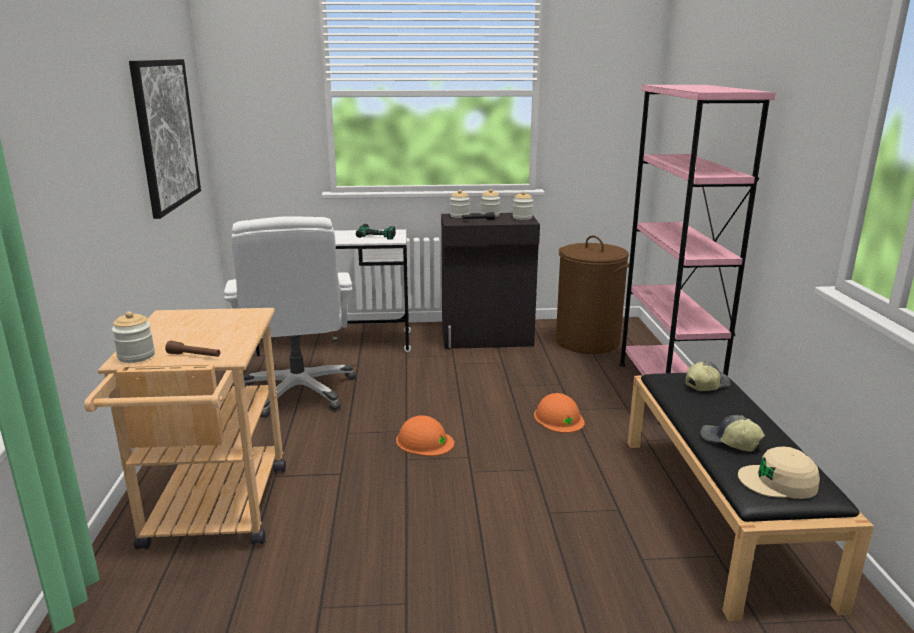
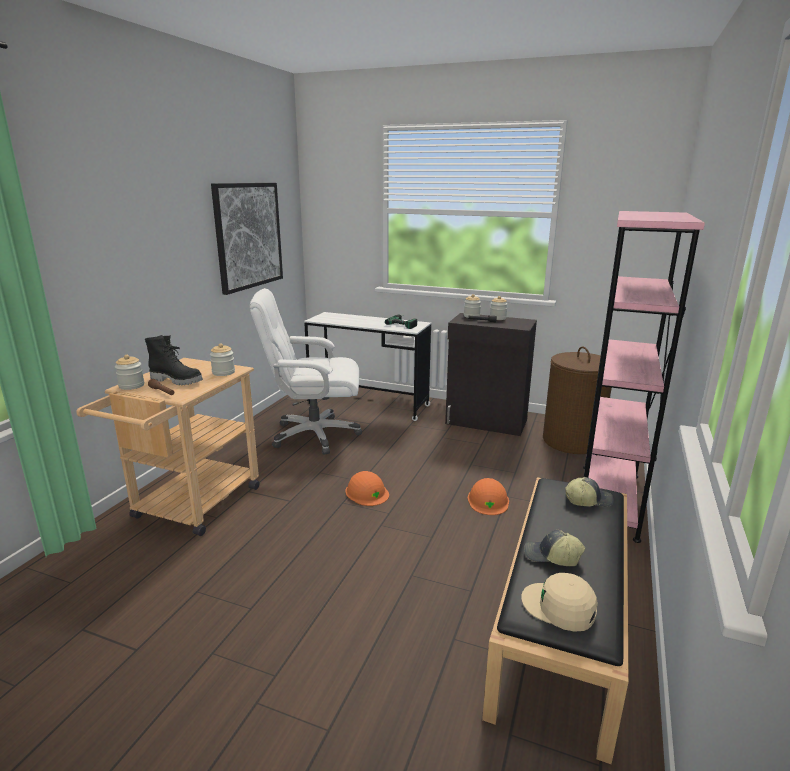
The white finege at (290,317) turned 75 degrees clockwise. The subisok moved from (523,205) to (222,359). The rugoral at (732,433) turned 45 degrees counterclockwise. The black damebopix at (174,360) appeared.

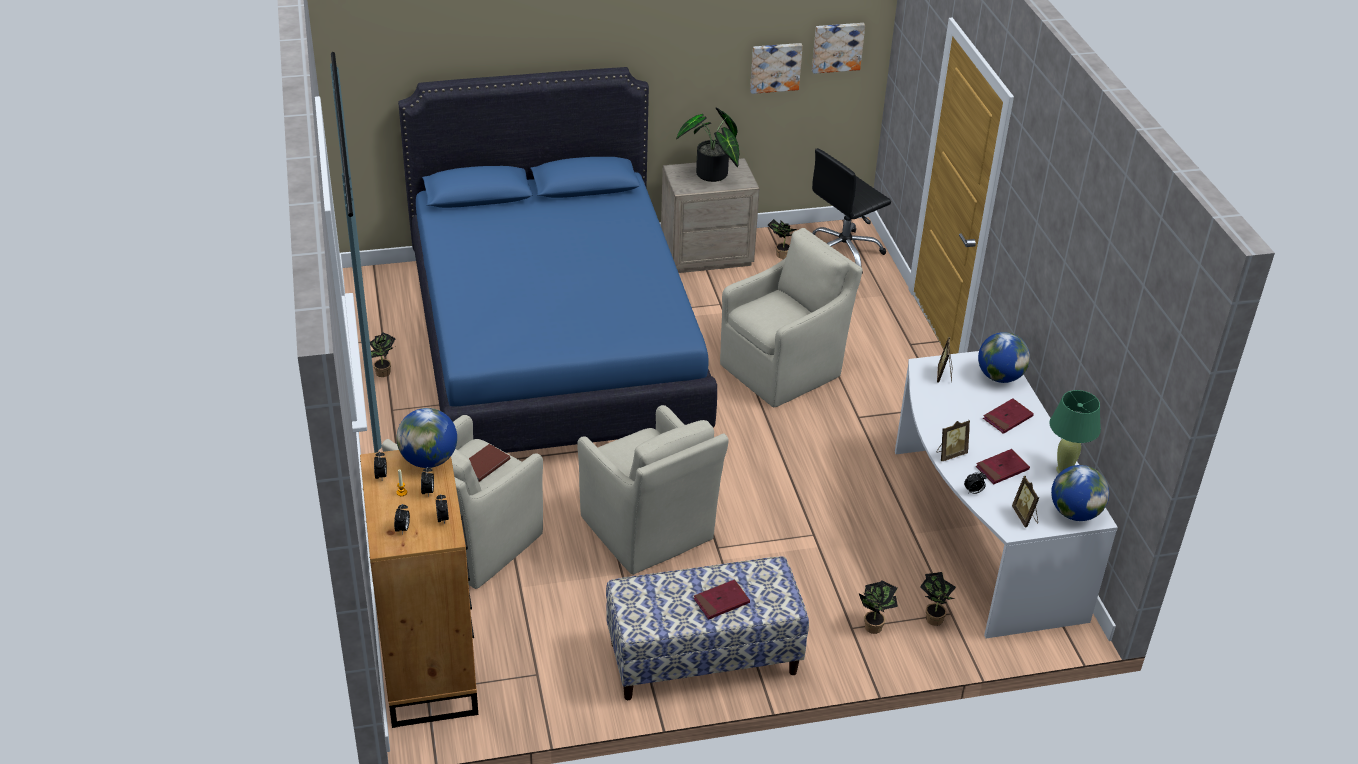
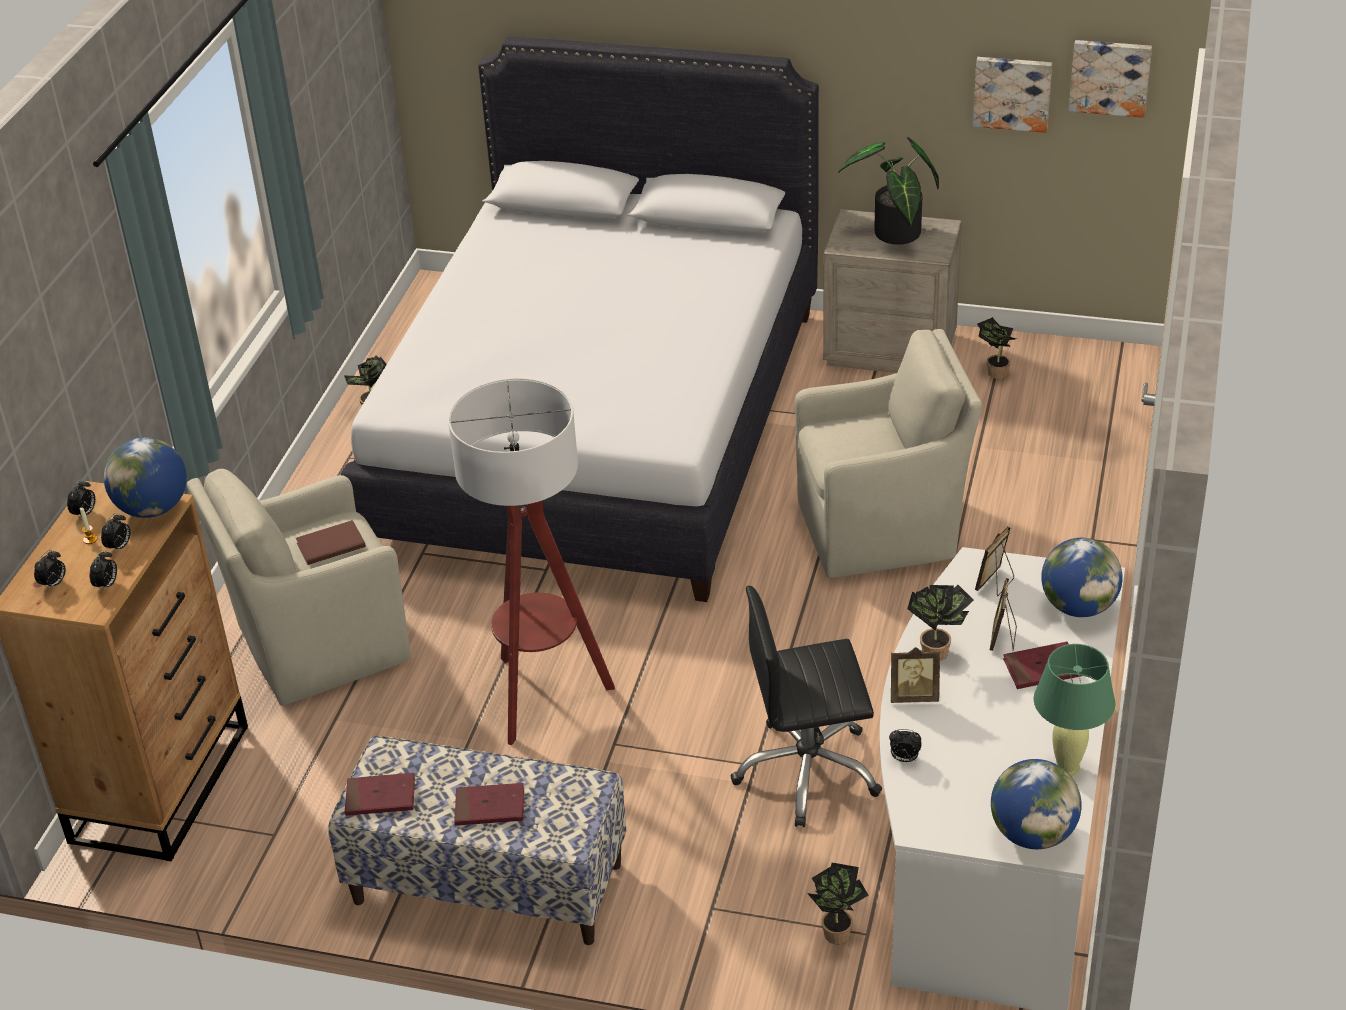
The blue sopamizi at (557,260) became the white sopamizi at (580,319). The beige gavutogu at (652,490) was replaced by the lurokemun at (531,561). The black finege moved from (851,211) to (806,706). The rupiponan moved from (878,607) to (940,623). The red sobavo moved from (1003,466) to (380,794). The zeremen moved from (1026,502) to (1003,614).

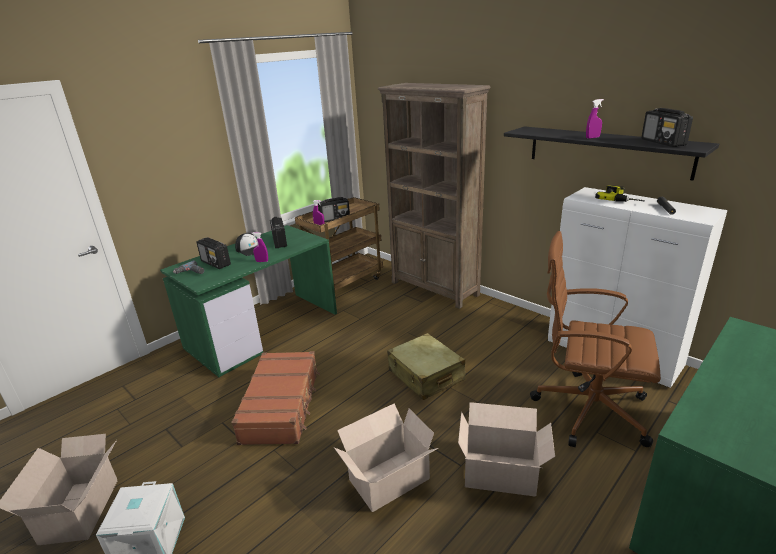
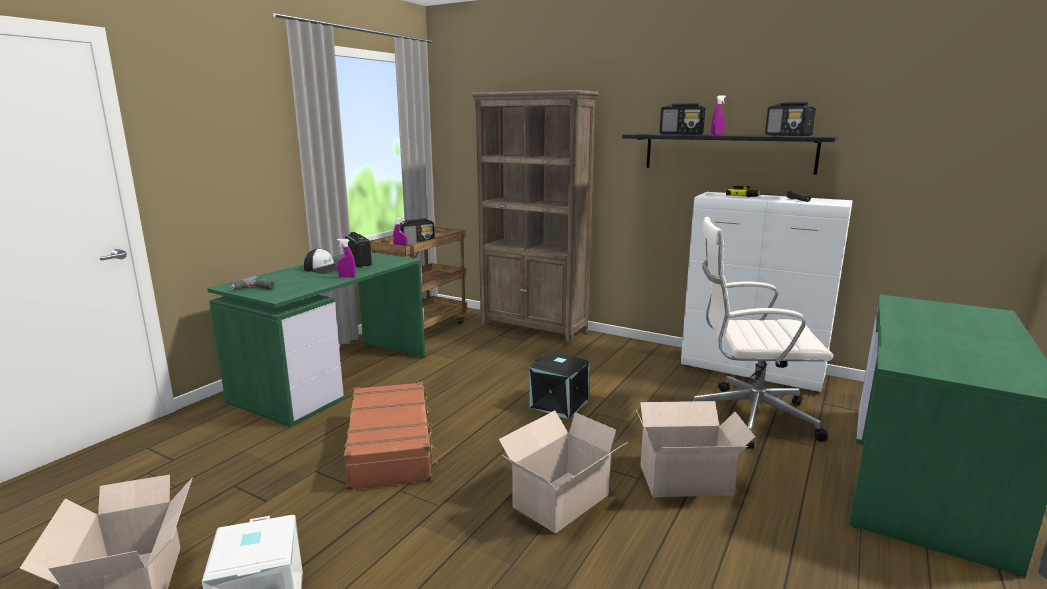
The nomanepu moved from (213,253) to (682,119). The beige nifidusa at (426,366) was replaced by the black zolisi at (560,385). The brown finege at (595,339) became the white finege at (763,333).

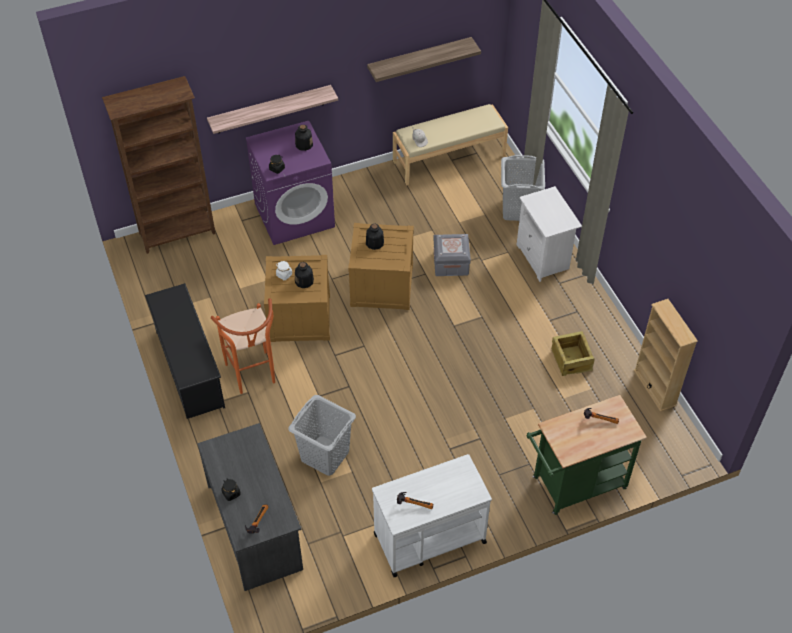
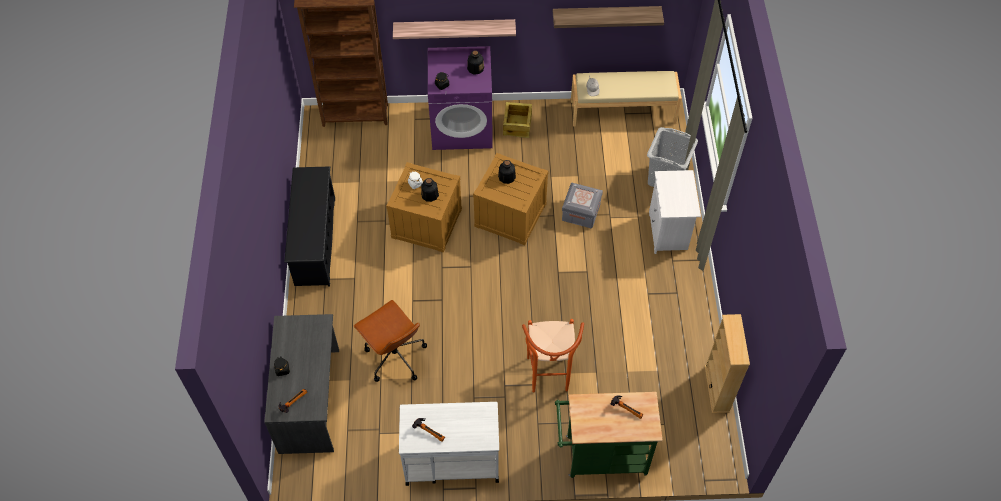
The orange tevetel moved from (243,346) to (553,356). The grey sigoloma at (322,435) was replaced by the brown finege at (390,341). The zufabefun moved from (573,353) to (517,120).

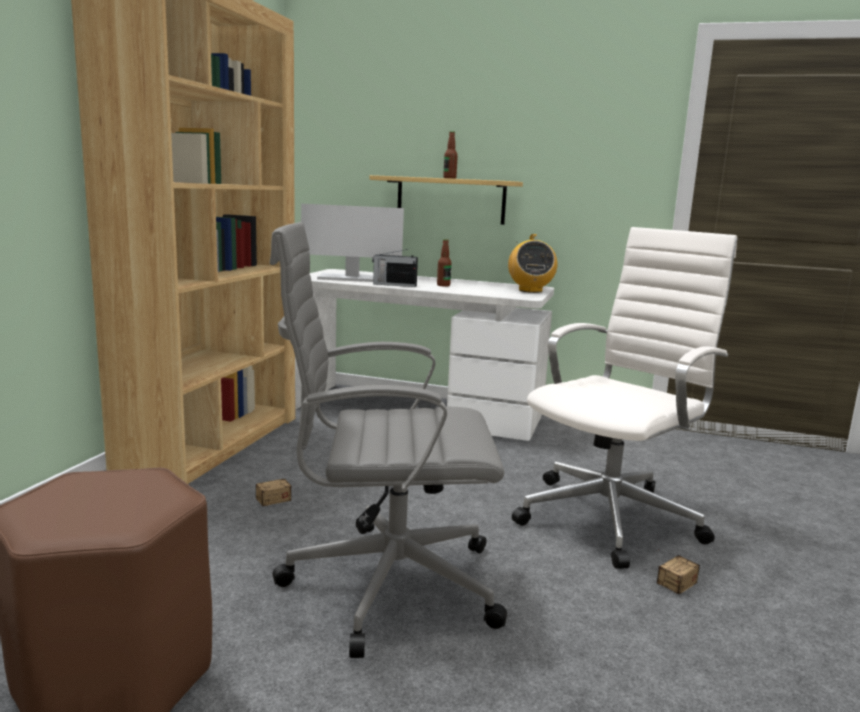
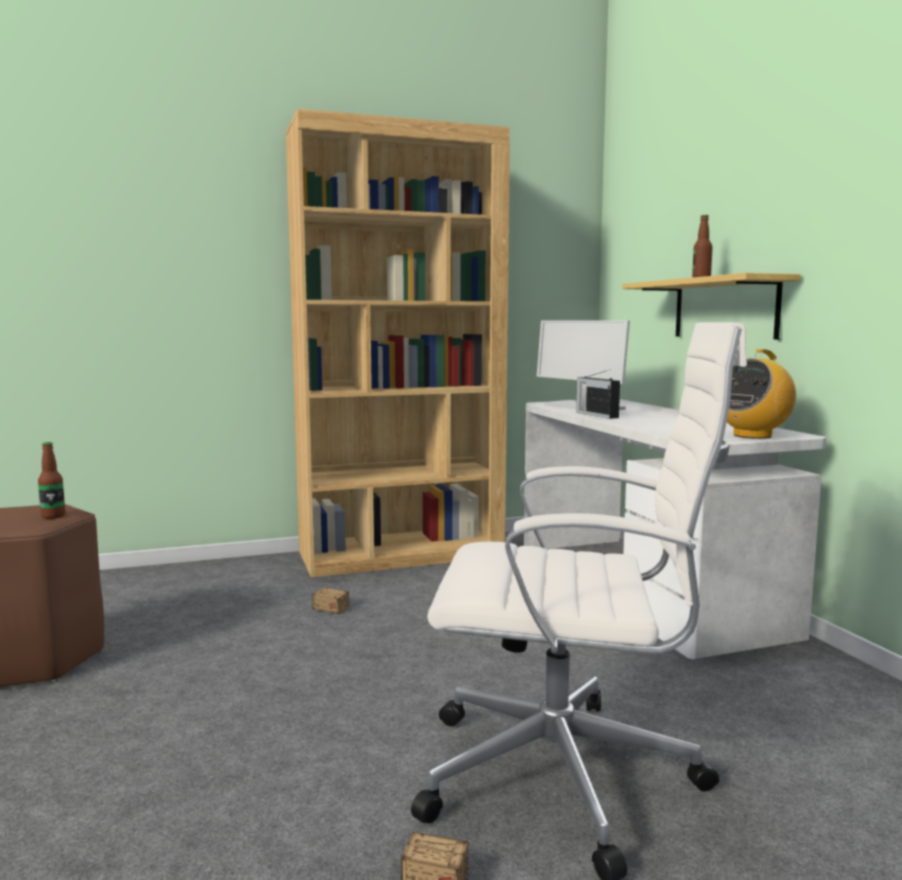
The grey finege at (388,440) disappeared. The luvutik moved from (444,263) to (51,480).

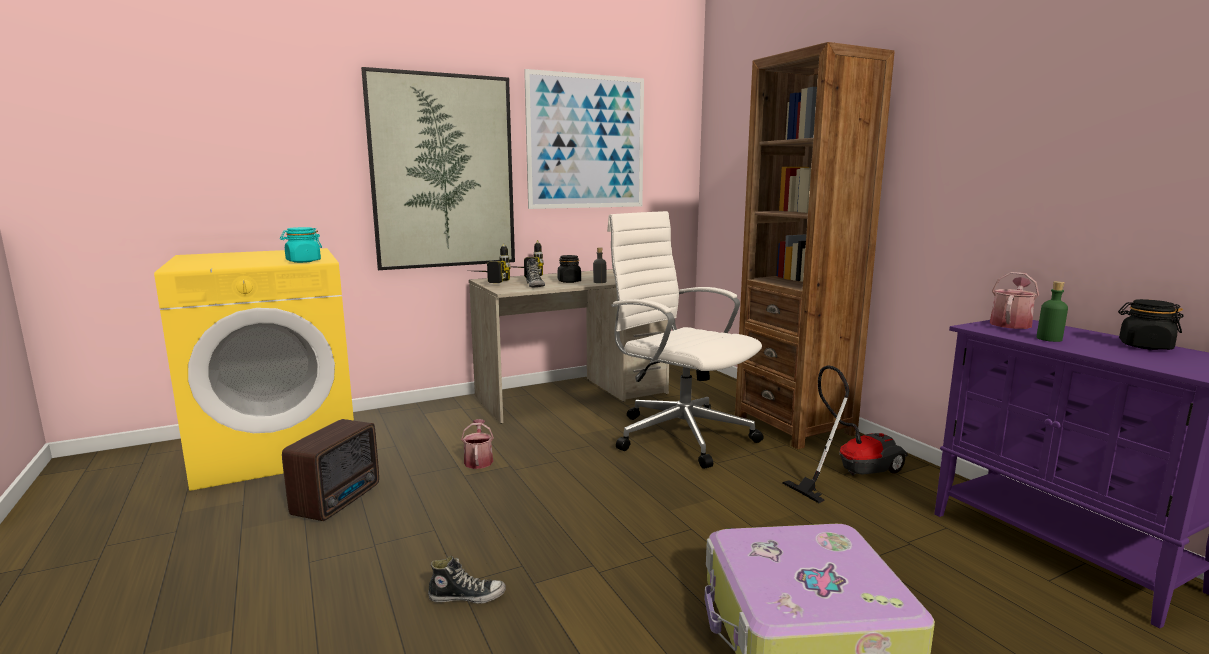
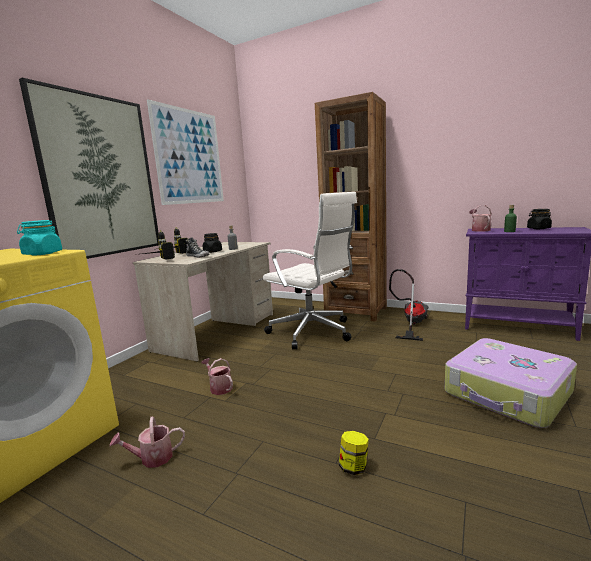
The nomanepu at (330,470) was replaced by the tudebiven at (147,442). The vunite at (467,580) was replaced by the subisok at (354,453). The white finege at (685,340) turned 150 degrees counterclockwise.

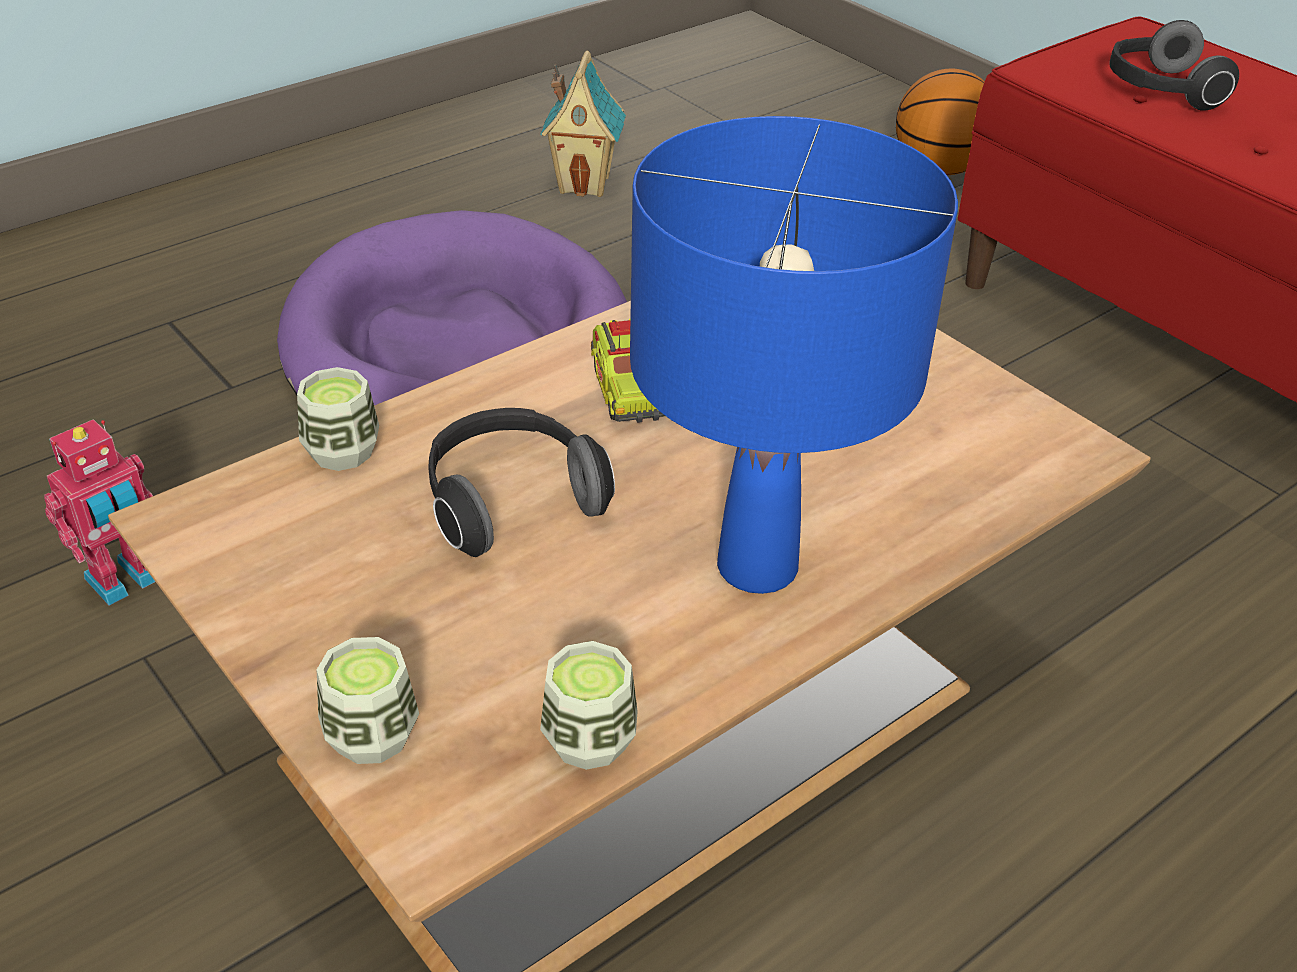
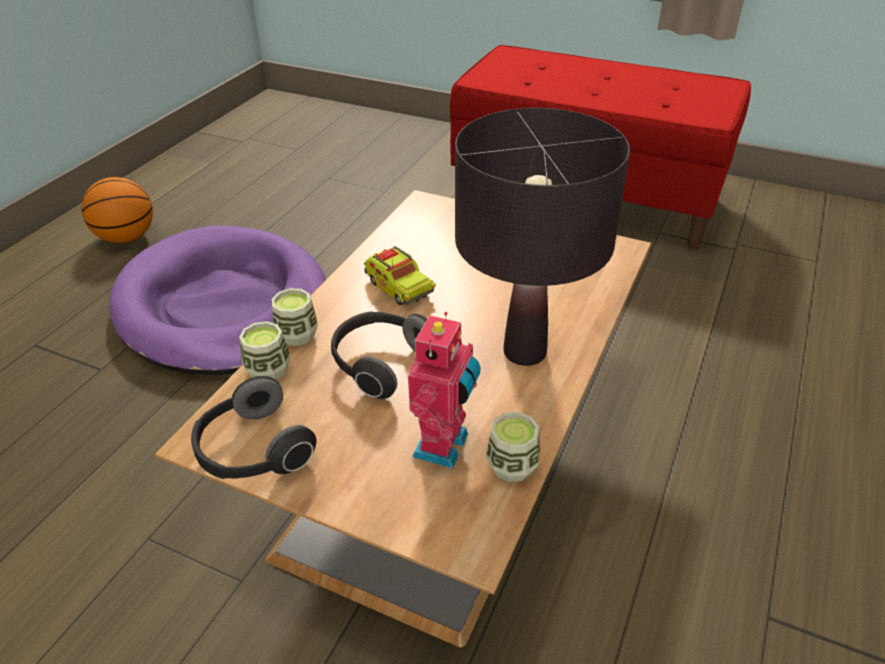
The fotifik moved from (99,512) to (444,390). The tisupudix moved from (368,700) to (295,317). The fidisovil at (583,124) disappeared. The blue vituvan at (794,355) became the black vituvan at (542,237). The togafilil moved from (940,122) to (117,210). The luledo moved from (1174,65) to (253,427).

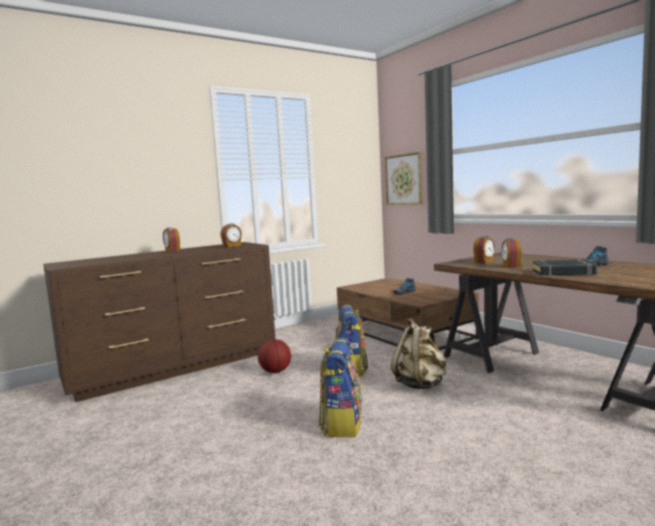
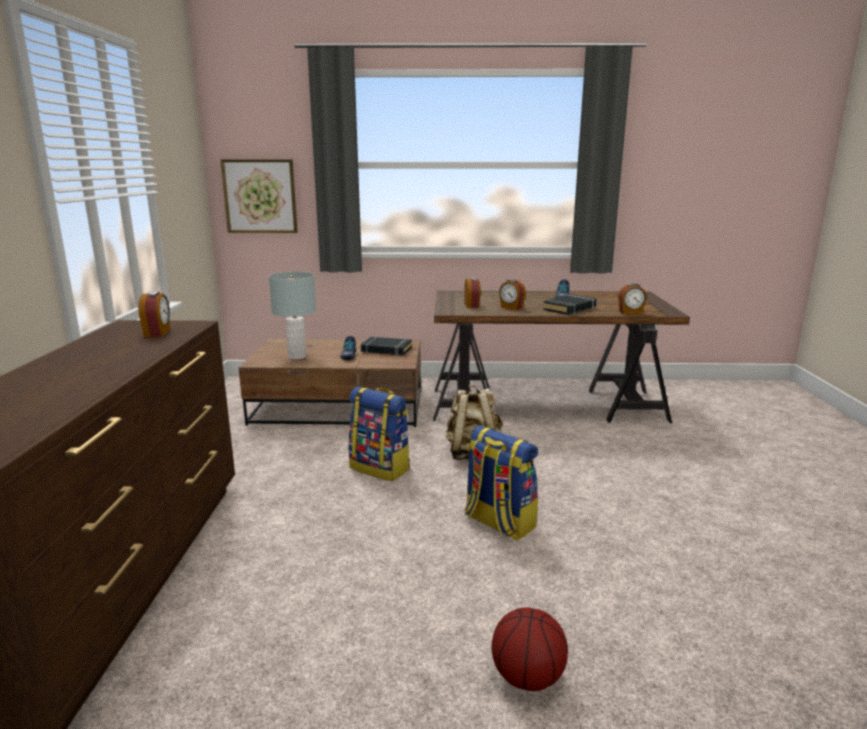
The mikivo moved from (171,240) to (632,299). The togafilil moved from (274,356) to (530,649). The grey vituvan at (292,315) appeared. The black sobavo at (386,346) appeared.

